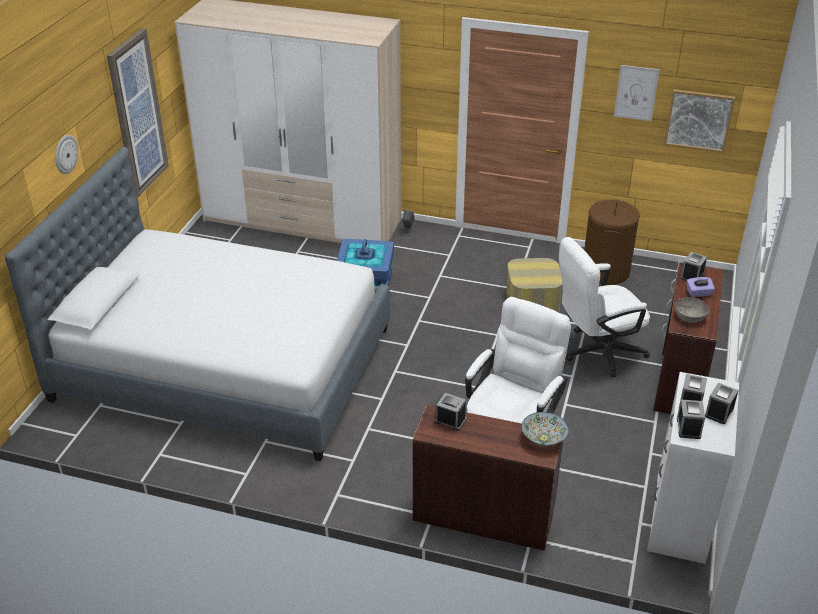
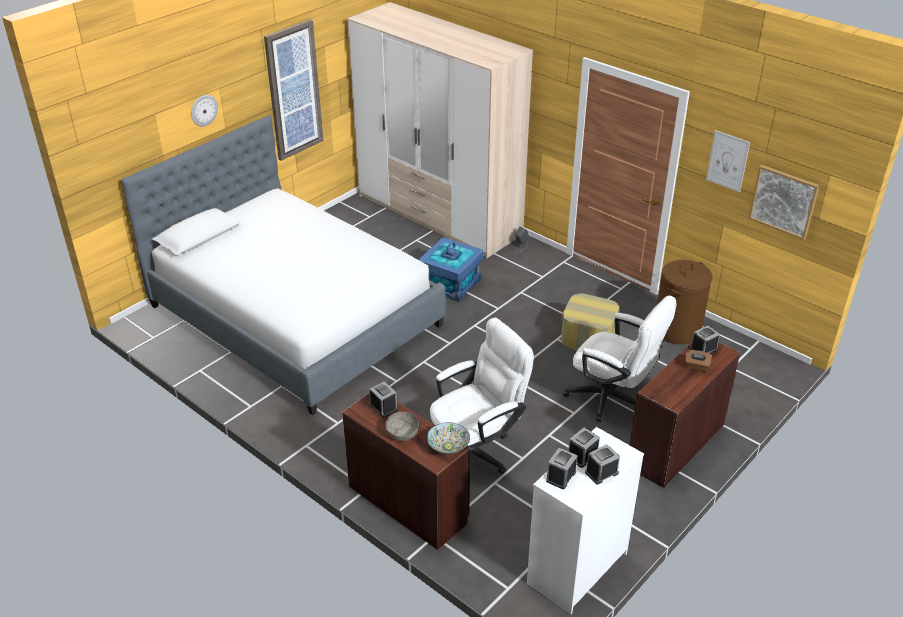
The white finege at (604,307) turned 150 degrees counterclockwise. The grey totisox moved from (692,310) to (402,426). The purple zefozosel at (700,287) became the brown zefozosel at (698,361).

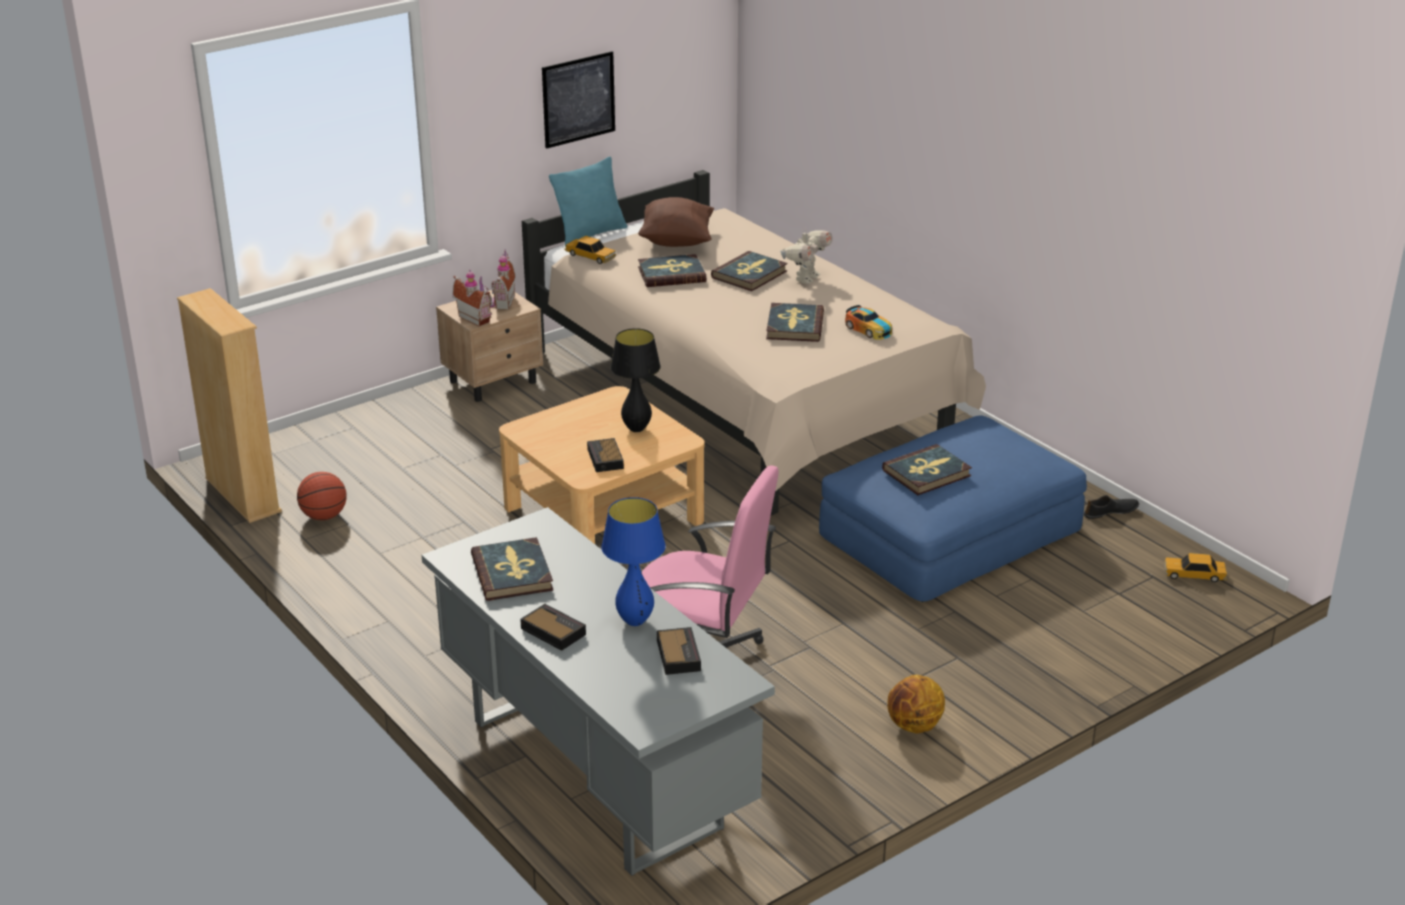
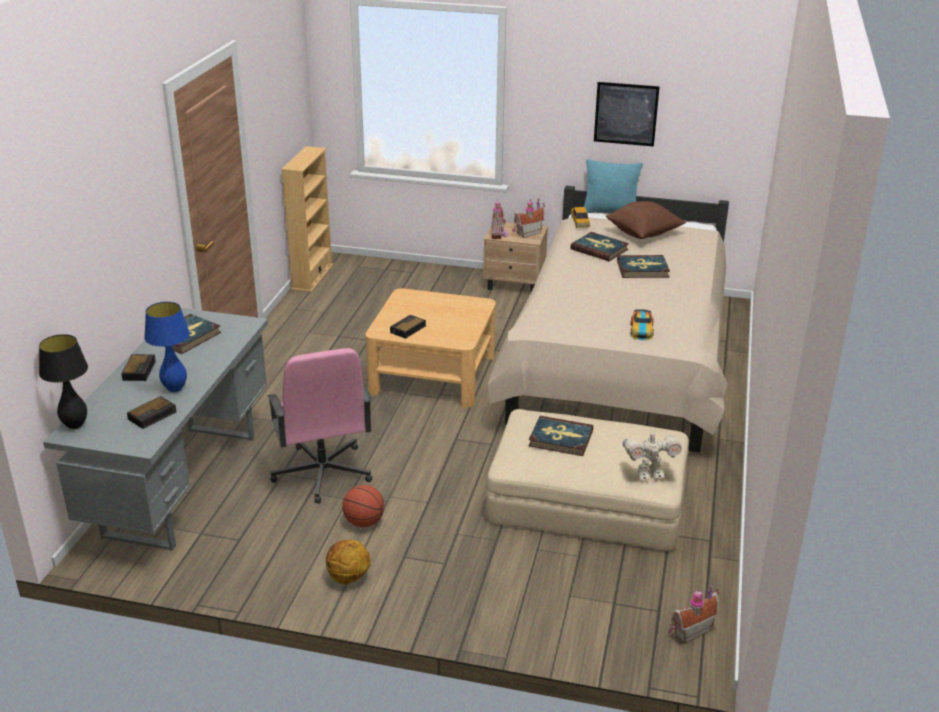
The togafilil moved from (322,496) to (363,506). The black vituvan moved from (635,380) to (63,381). The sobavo at (795,322) disappeared. The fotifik moved from (806,256) to (652,456). The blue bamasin at (953,509) became the beige bamasin at (587,480). The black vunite at (1111,507) disappeared. The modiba at (1195,567) was replaced by the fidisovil at (693,614).

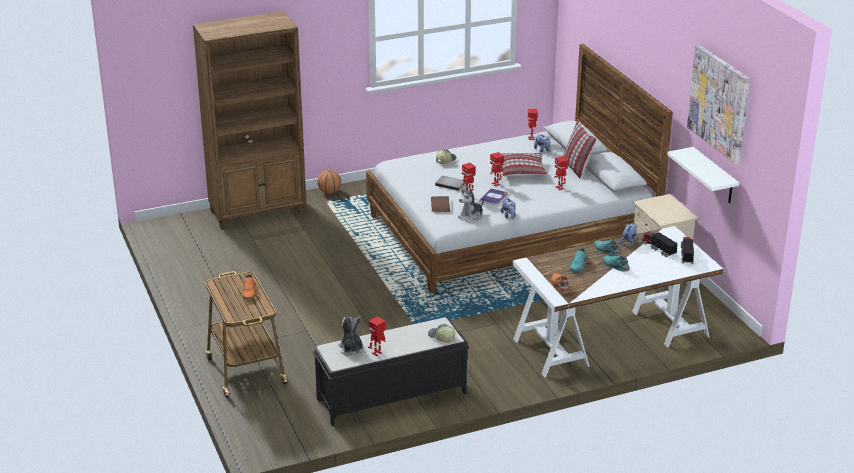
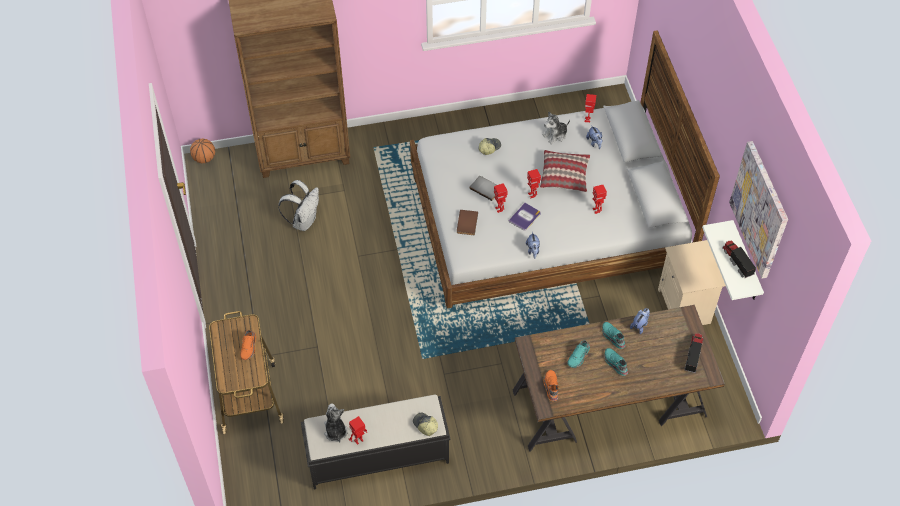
The togafilil moved from (329,182) to (202,150). The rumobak moved from (471,205) to (556,128). The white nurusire at (618,301) became the brown nurusire at (619,378). The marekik at (580,149) disappeared. The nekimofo moved from (659,244) to (739,259). The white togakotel at (298,205) appeared.

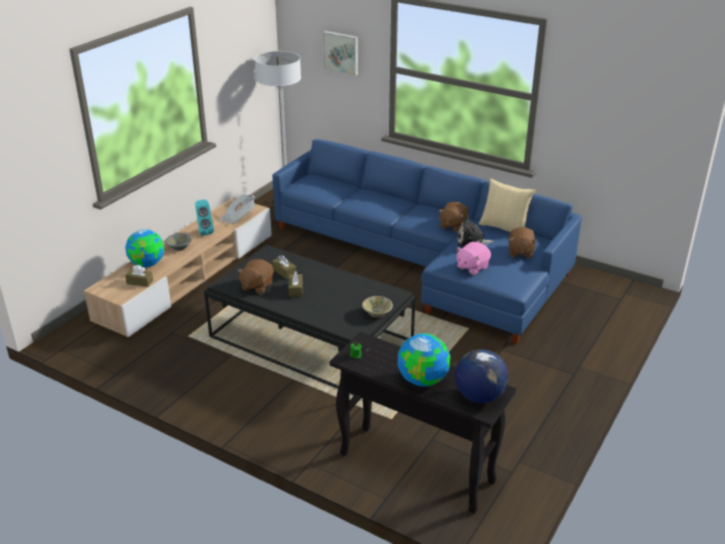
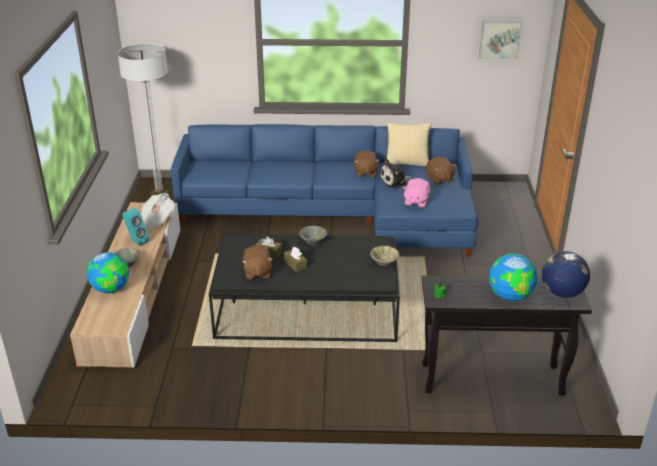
The brown zefozosel at (139,276) disappeared. The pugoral moved from (340,53) to (500,39). The grey totisox at (313,235) appeared.

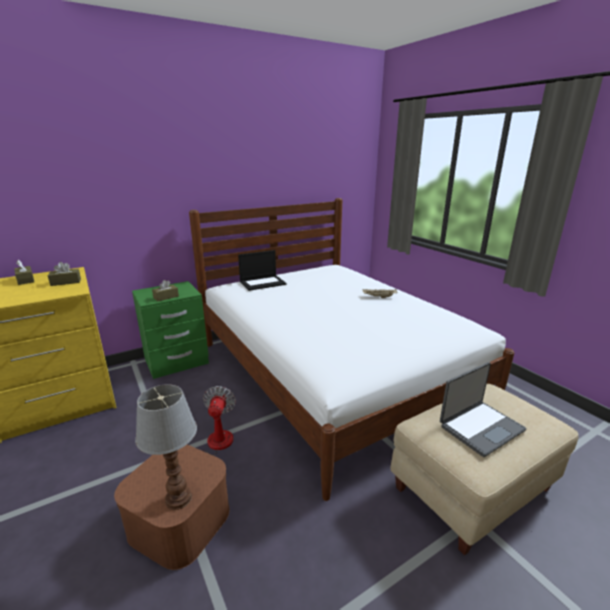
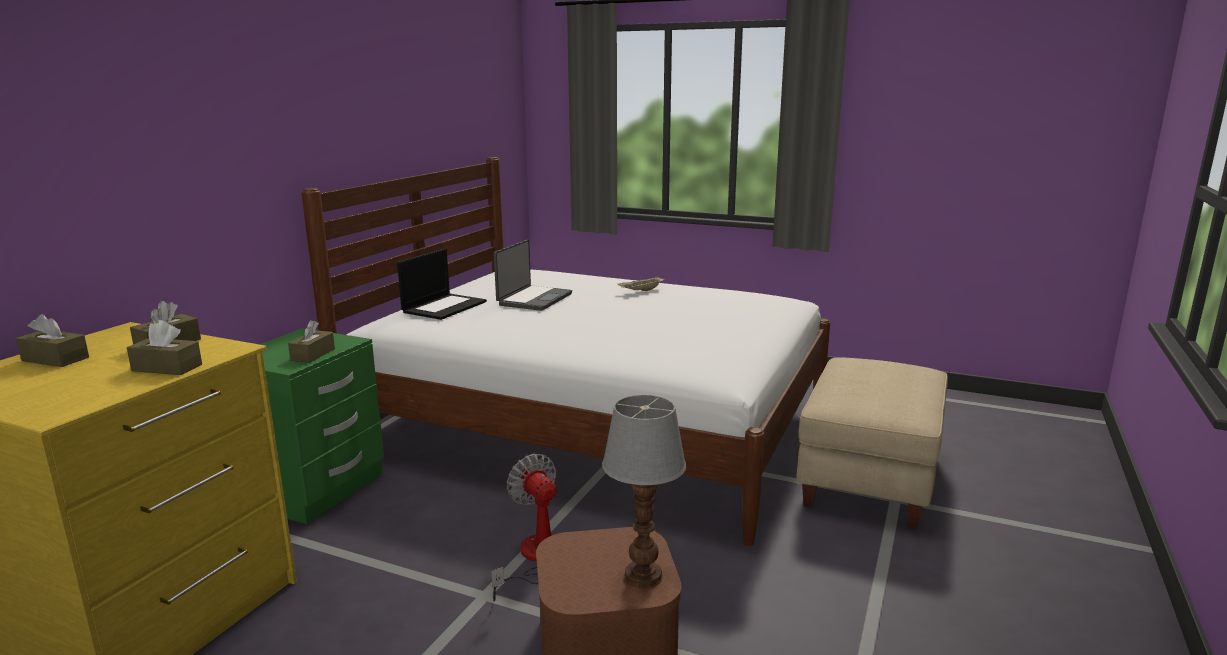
The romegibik moved from (483,409) to (533,275). The brown zefozosel at (164,347) appeared.

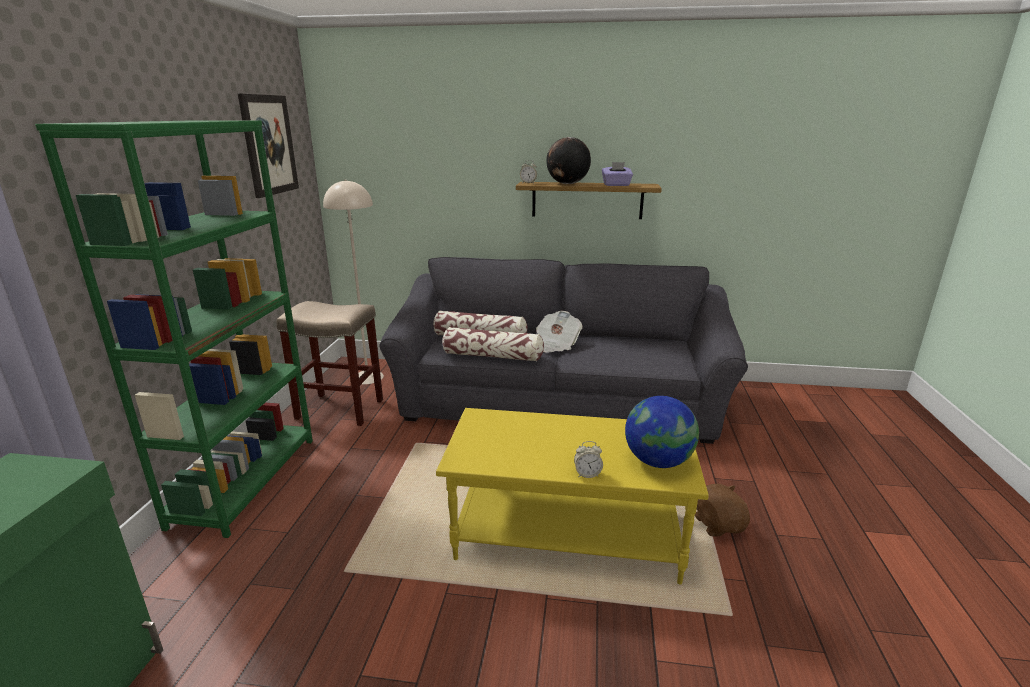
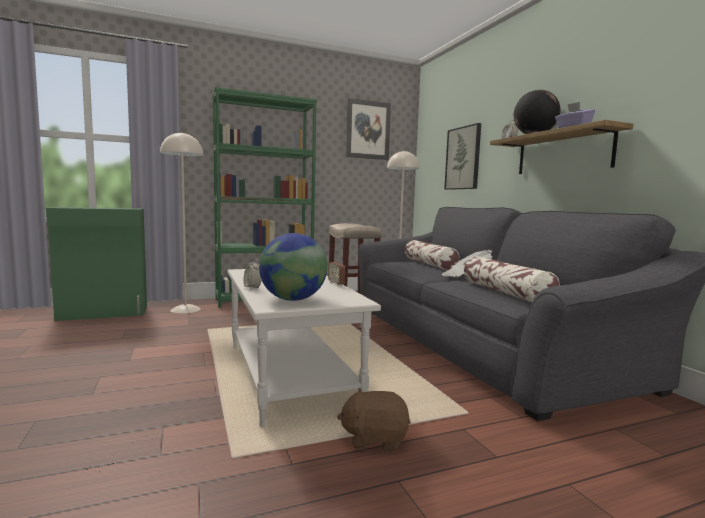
The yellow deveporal at (572,496) became the white deveporal at (304,348). The marekik moved from (493,344) to (512,279). The brown rumobak at (722,510) turned 135 degrees counterclockwise. The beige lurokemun at (181,222) appeared. The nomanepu at (336,267) appeared. The pugoral at (462,156) appeared.

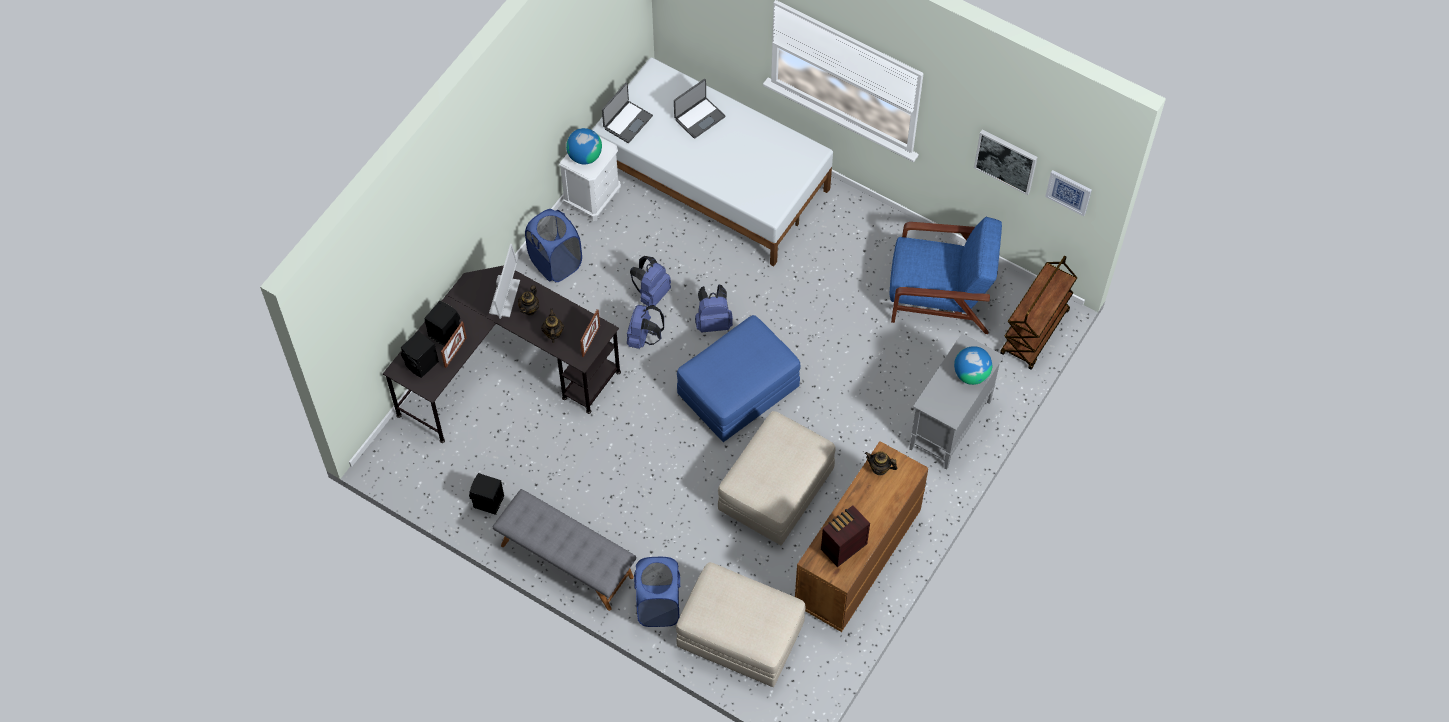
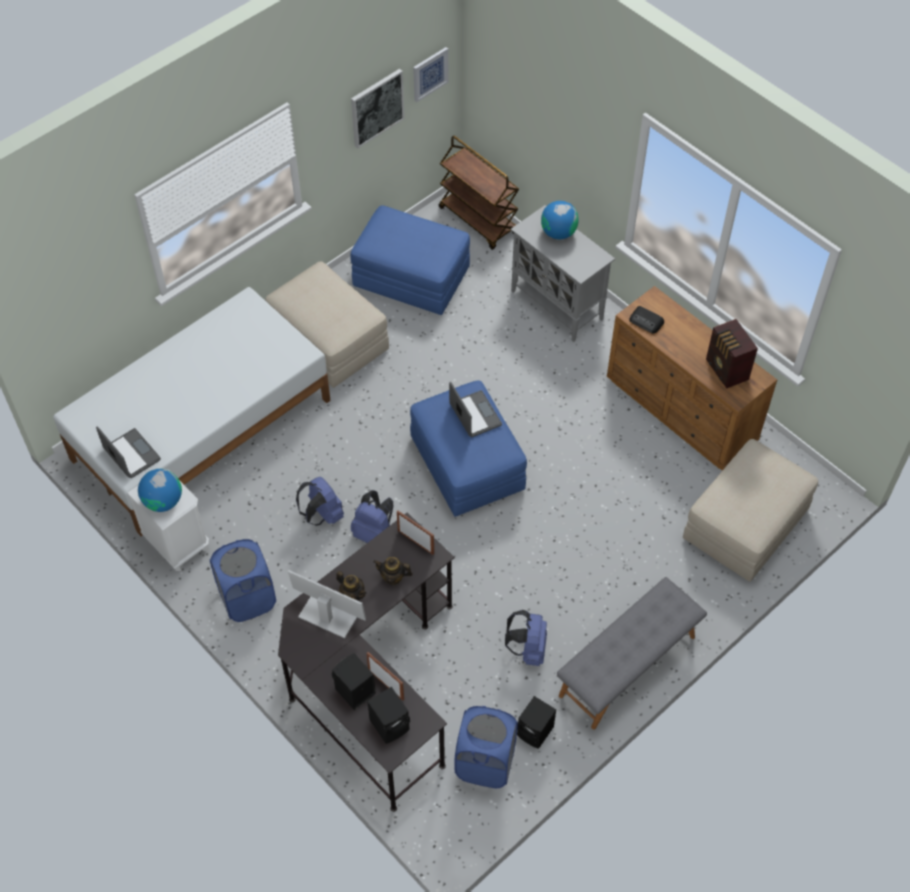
The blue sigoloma moved from (657,592) to (486,747). The romegibik moved from (700,109) to (475,409). The blue togakotel moved from (714,309) to (526,638). The beige bamasin moved from (776,478) to (327,324). The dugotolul at (881,463) was replaced by the nomanepu at (646,320). The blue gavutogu at (946,275) was replaced by the blue bamasin at (410,260).

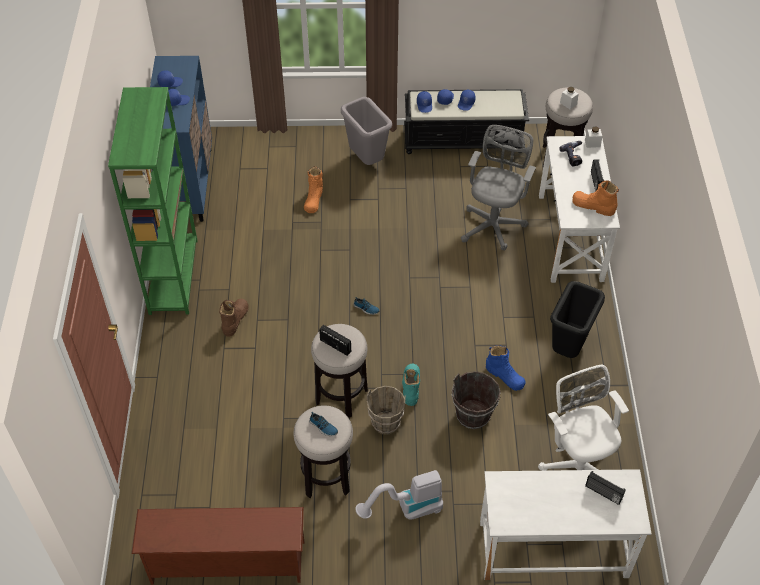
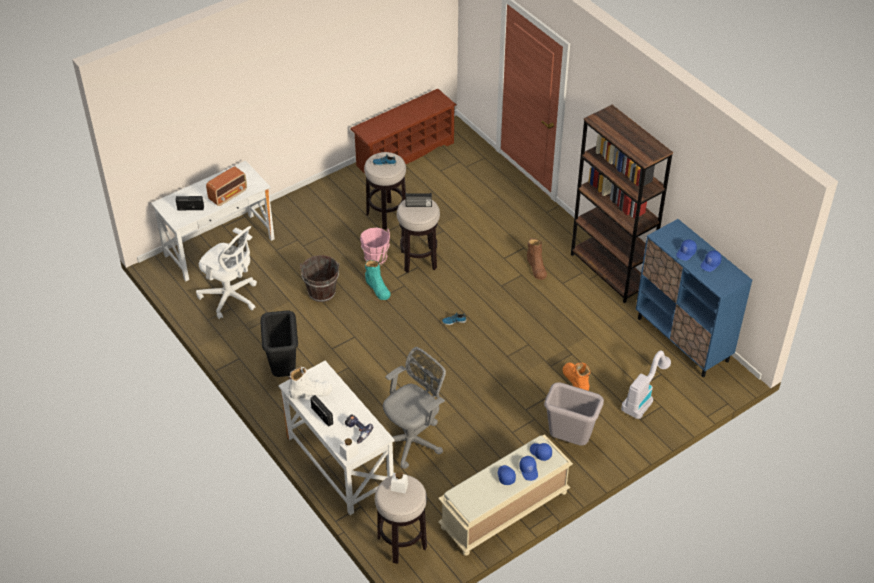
The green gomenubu at (153,201) became the brown gomenubu at (622,204). The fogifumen moved from (399,495) to (646,384). The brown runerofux at (386,410) became the pink runerofux at (375,246). The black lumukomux at (466,121) became the beige lumukomux at (505,495). The grey finege at (498,187) turned 120 degrees counterclockwise. The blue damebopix at (506,368) disappeared. The orange damebopix at (595,198) became the white damebopix at (310,383). The nomanepu at (226,186) appeared.

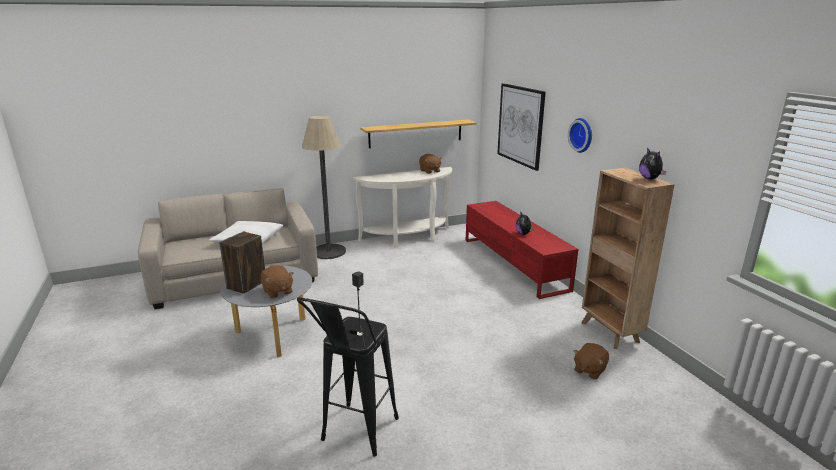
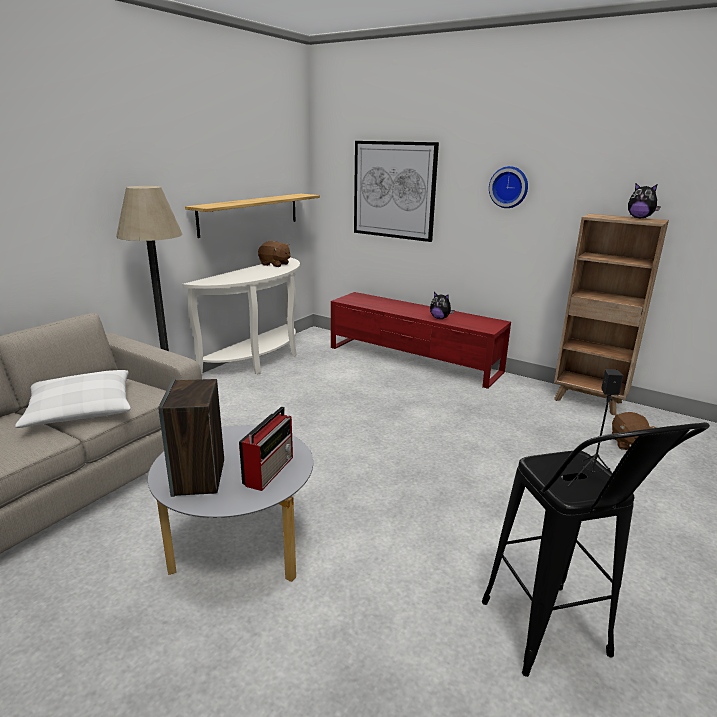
The brown rumobak at (277,281) was replaced by the nomanepu at (266,448).

